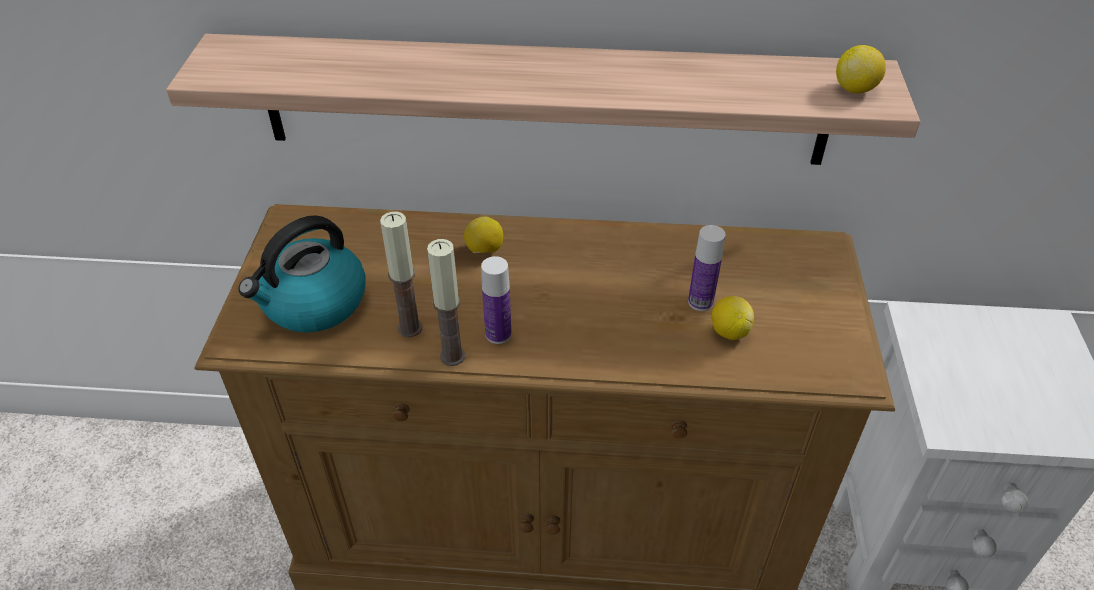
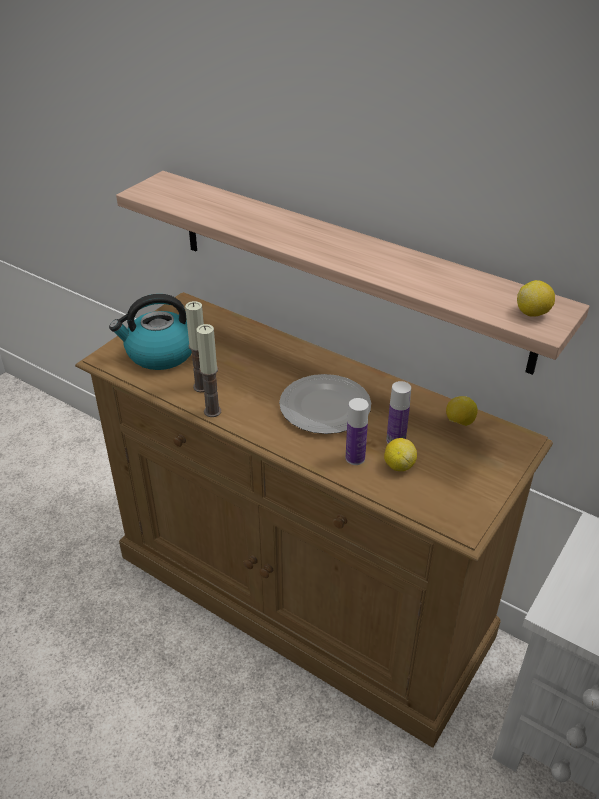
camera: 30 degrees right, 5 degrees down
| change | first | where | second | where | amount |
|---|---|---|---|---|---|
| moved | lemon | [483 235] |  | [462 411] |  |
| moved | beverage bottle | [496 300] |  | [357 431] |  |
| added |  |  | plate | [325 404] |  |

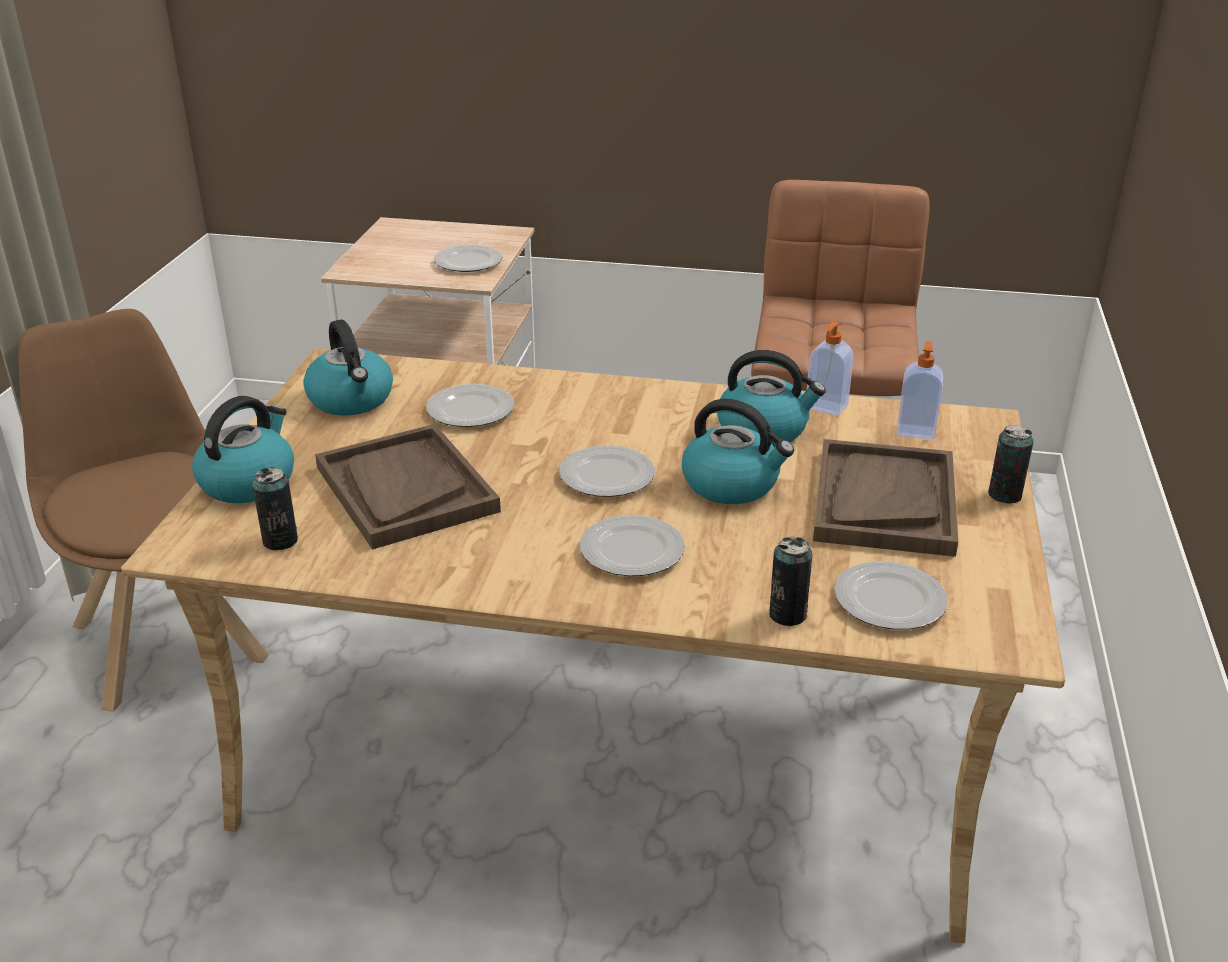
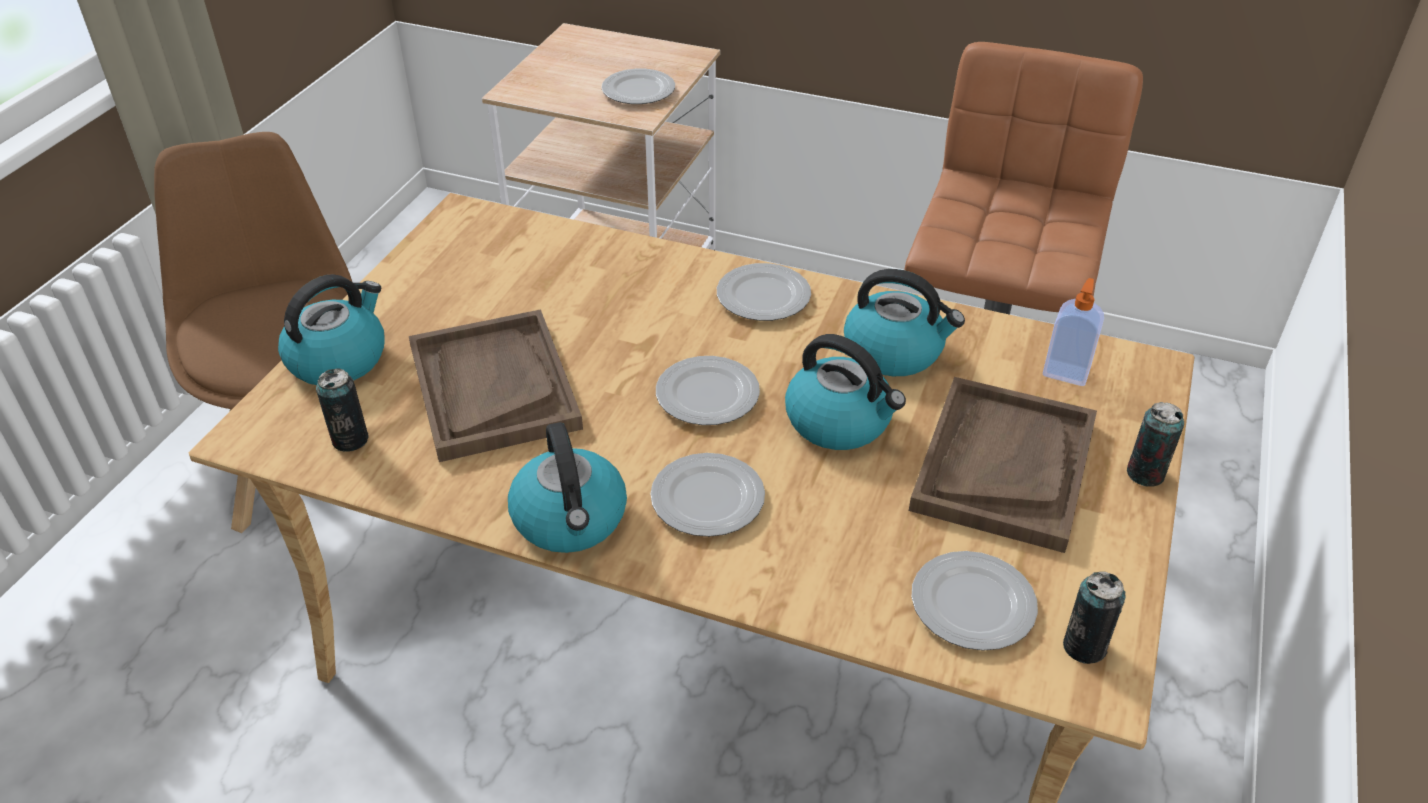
camera: 10 degrees right, 10 degrees up
| change | first | where | second | where | amount |
|---|---|---|---|---|---|
| moved | kettle | [348 368] |  | [567 487] |  |
| moved | plate | [470 405] |  | [764 292] |  |
| moved | can | [791 581] |  | [1094 618] |  |
| removed | soap bottle | [830 369] |  |  |  |

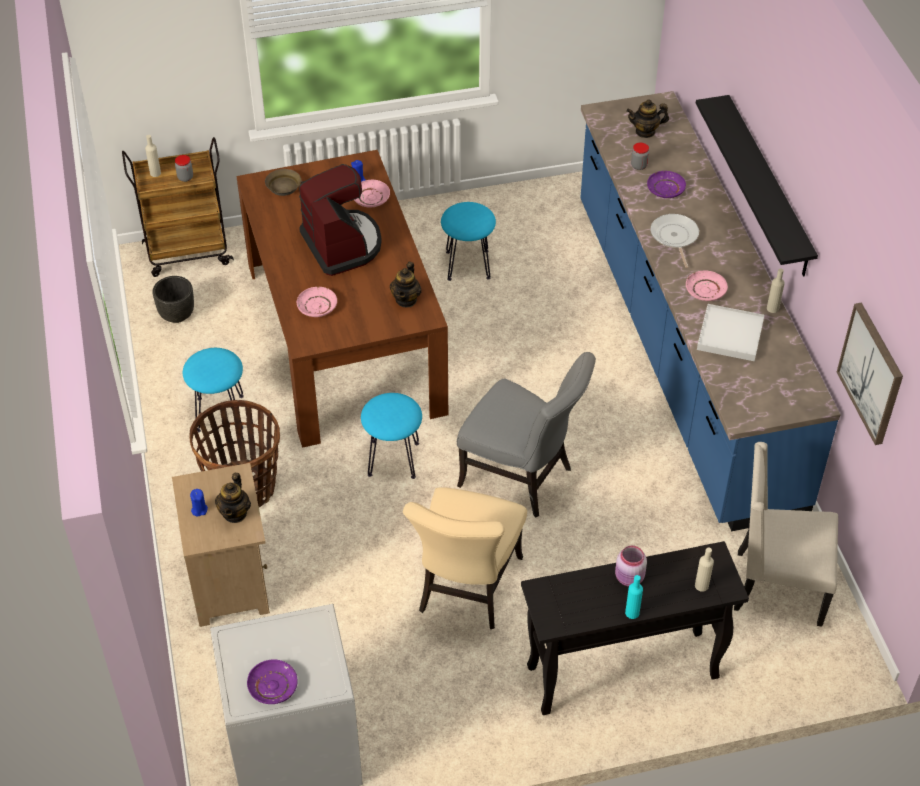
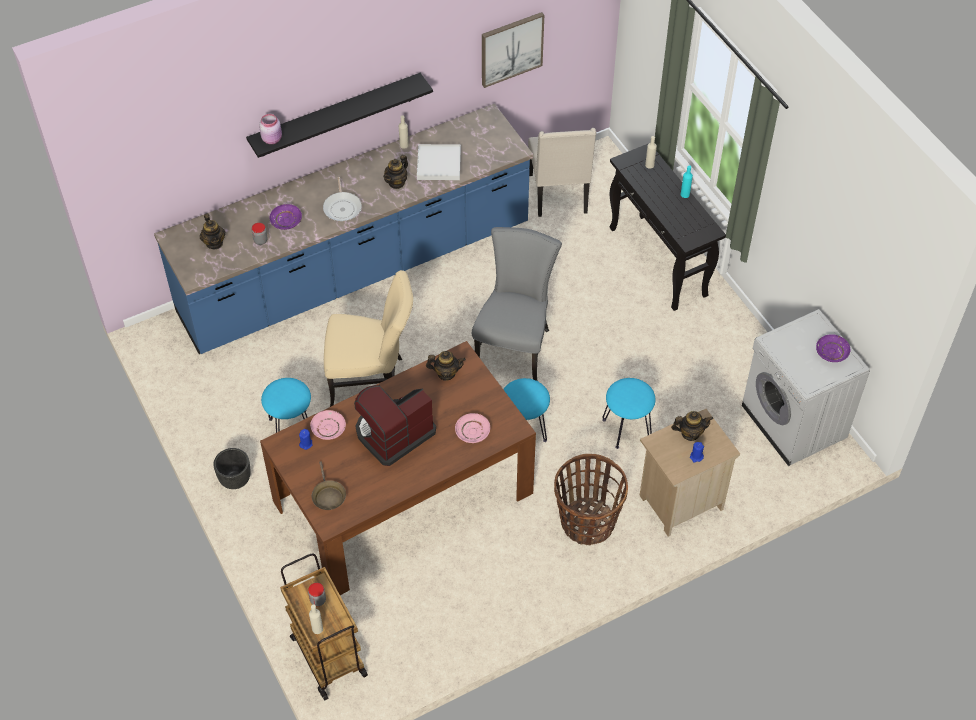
camera: 105 degrees left, 5 degrees up
| change | first | where | second | where | amount |
|---|---|---|---|---|---|
| moved | black-coloured plant pot | [173 299] |  | [232 468] |  |
| moved | turquoise-coloured stool seat | [213 390] |  | [629 413] |  |
| moved | sand-coloured upright chair | [465 558] |  | [368 338] |  |
| moved | pink-coloured storage jar | [631 566] |  | [270 129] |  |
| turned | frying pan | [674 241] |  | [342 199] | 75 degrees counterclockwise |
| replaced | pink-coloured plate | [707 285] | teapot | [395 172] |  |

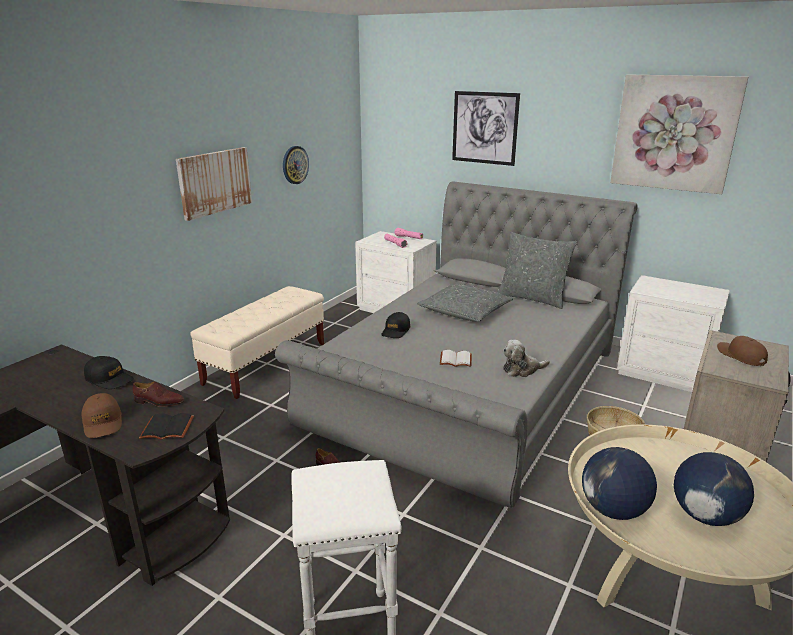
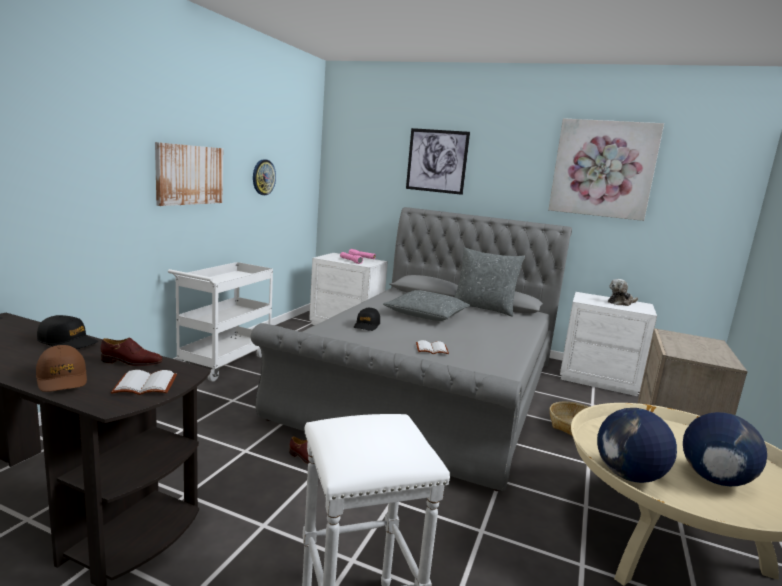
camera: 10 degrees left, 10 degrees down
| change | first | where | second | where | amount |
|---|---|---|---|---|---|
| recoloured | black-coloured book | [166 426] | whitish book | [144 382] |  |
| replaced | sand-coloured indoor bench | [257 342] | whitish cart | [220 322] |  |
| moved | plush toy | [526 358] |  | [623 292] |  |
| removed | brown baseball cap | [742 351] |  |  |  |

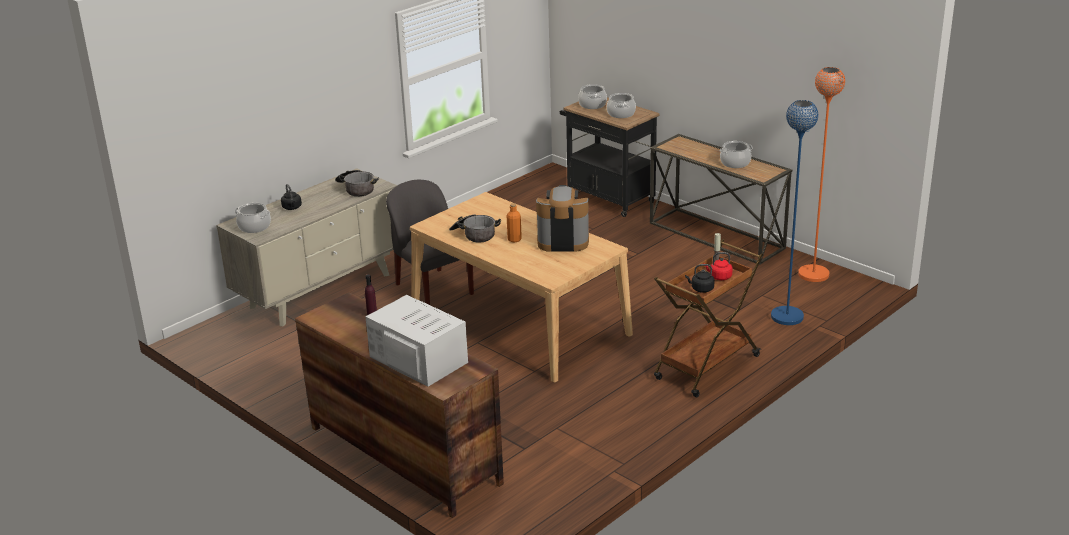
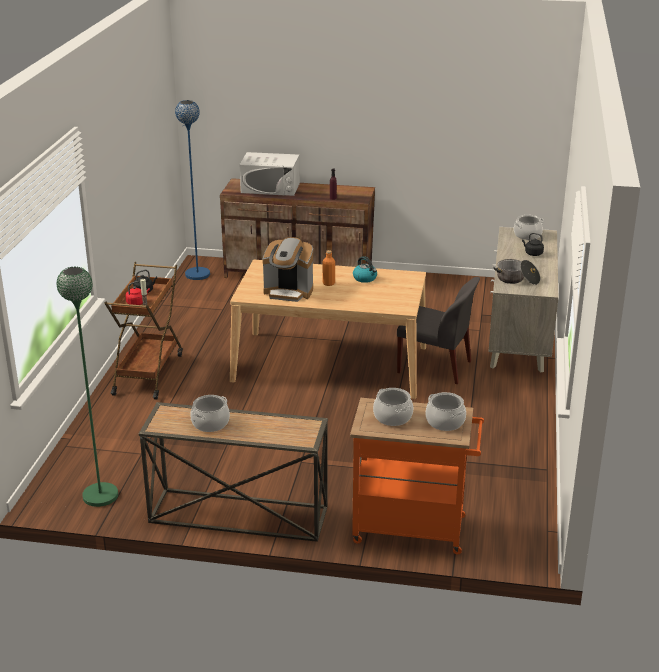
camera: 145 degrees right, 0 degrees up
| change | first | where | second | where | amount |
|---|---|---|---|---|---|
| replaced | cooking pot | [475 228] | kettle | [365 269] |  |
| turned | coffee maker | [562 218] |  | [287 269] | 45 degrees clockwise |
| recoloured | black-coloured cart | [610 157] | orangey cart | [417 476] |  |
| moved | bluish floor lamp | [794 212] |  | [192 190] |  |
| recoloured | orangey floor lamp | [821 174] | green floor lamp | [87 387] |  |

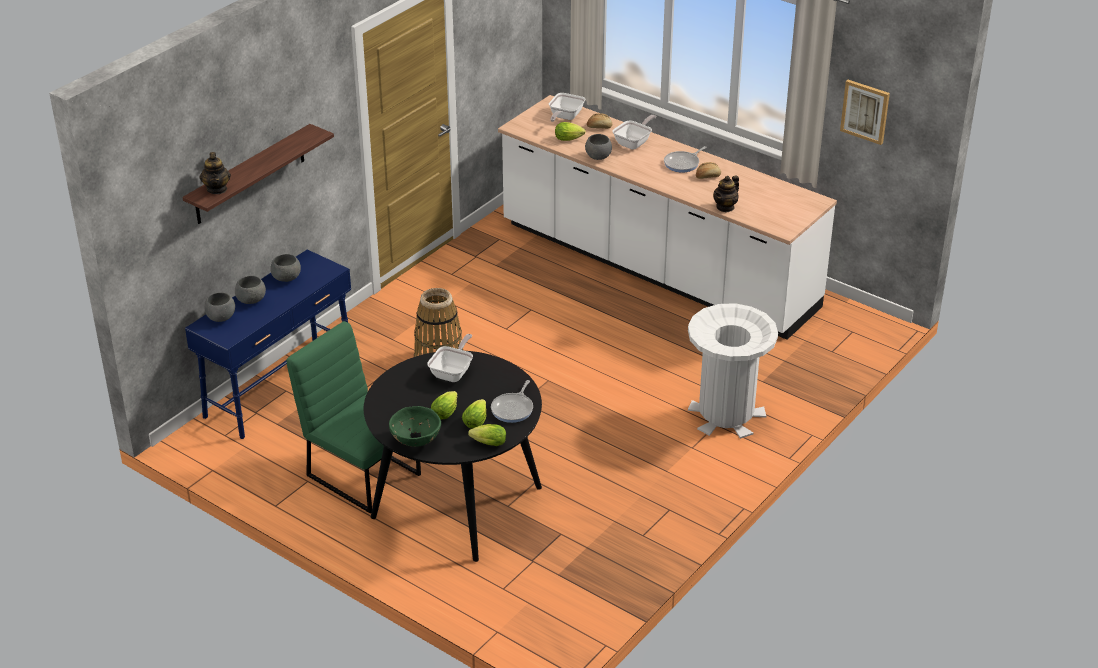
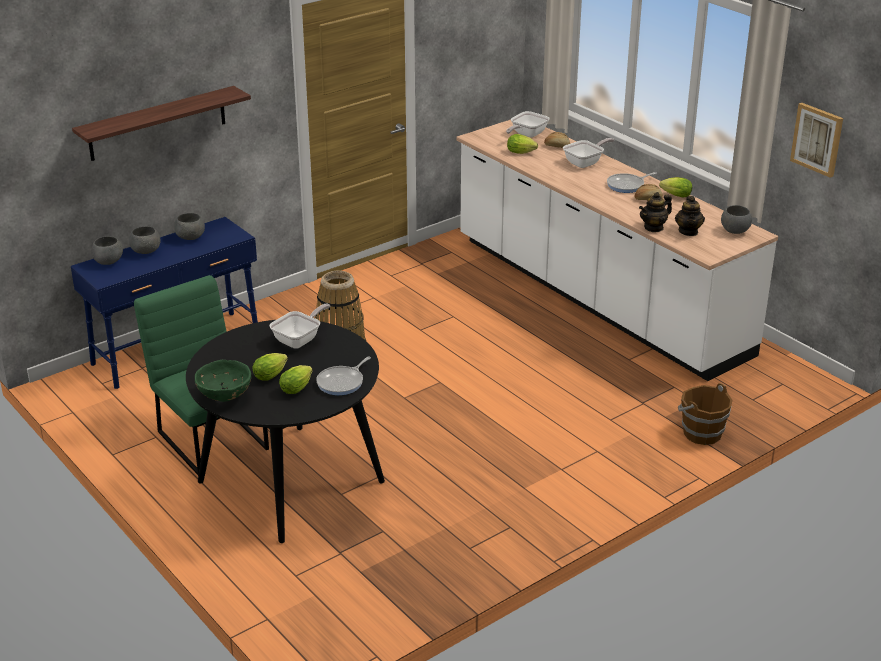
camera: 15 degrees right, 5 degrees down
| change | first | where | second | where | amount |
|---|---|---|---|---|---|
| moved | teapot | [215 173] |  | [690 216] |  |
| moved | head of lettuce | [487 435] |  | [675 187] |  |
| moved | gray serving bowl | [598 147] |  | [736 219] |  |
| removed | whitish trash can | [733 371] |  |  |  |
| added |  |  | brown water bucket | [705 414] |  |

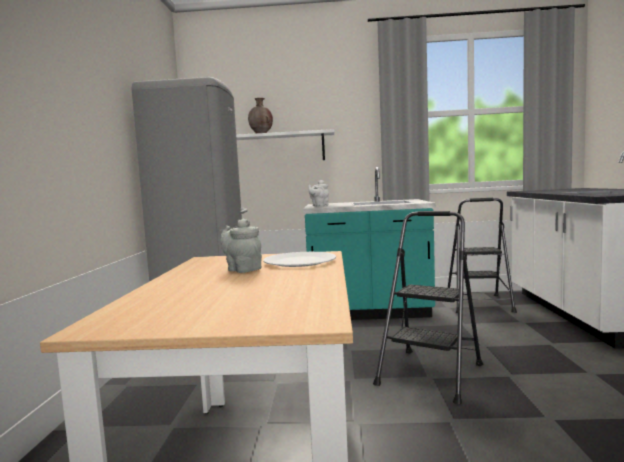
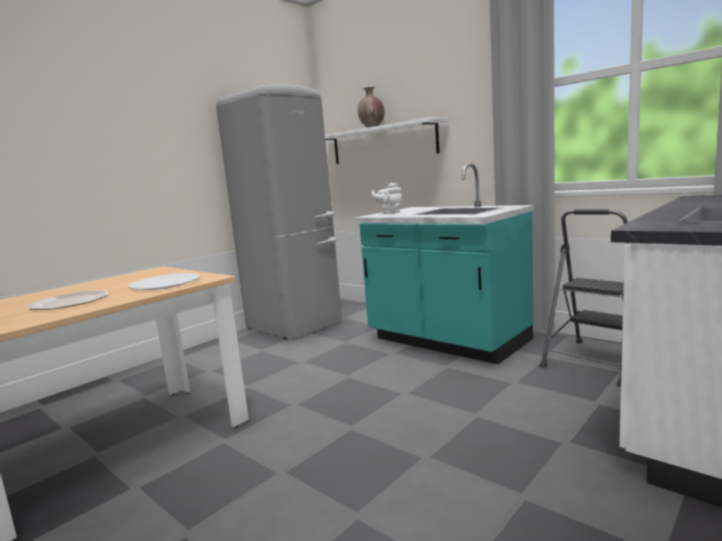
camera: 40 degrees right, 5 degrees up
| change | first | where | second | where | amount |
|---|---|---|---|---|---|
| removed | gray teapot | [241 246] |  |  |  |
| removed | black-coloured step stool | [428 307] |  |  |  |
| added |  |  | plate | [69 300] |  |

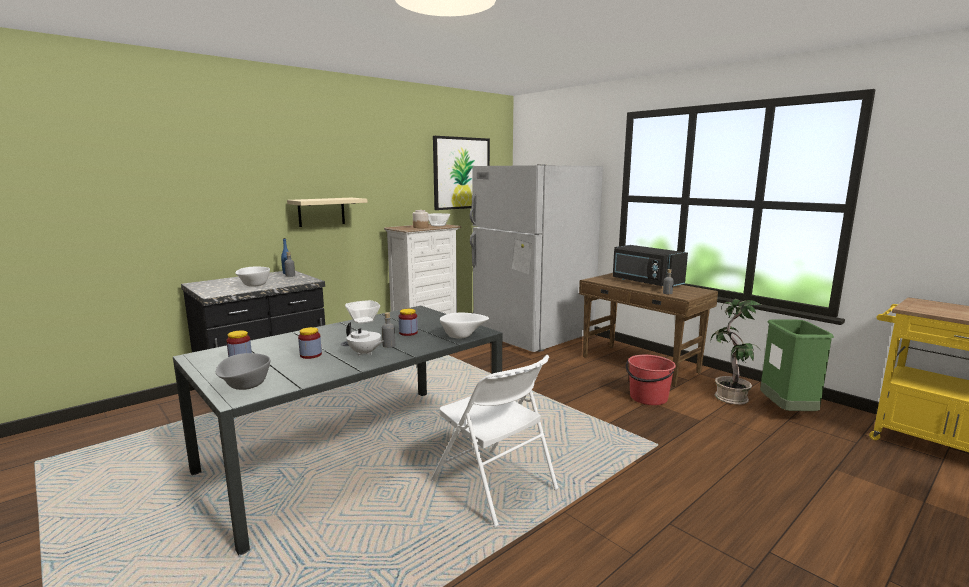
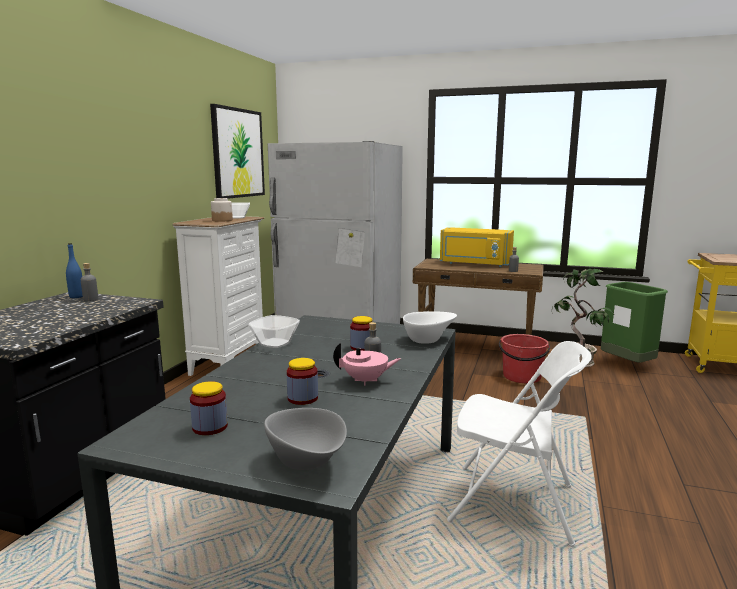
camera: 30 degrees left, 0 degrees up
| change | first | where | second | where | amount |
|---|---|---|---|---|---|
| removed | whitish serving bowl | [252 277] |  |  |  |
| removed | sand-coloured wall shelf | [327 212] |  |  |  |
| recoloured | whitish teapot | [365 339] | pink-coloured teapot | [367 364] |  |
| recoloured | black-coloured microwave | [650 265] | yellow-coloured microwave | [477 247] |  |

